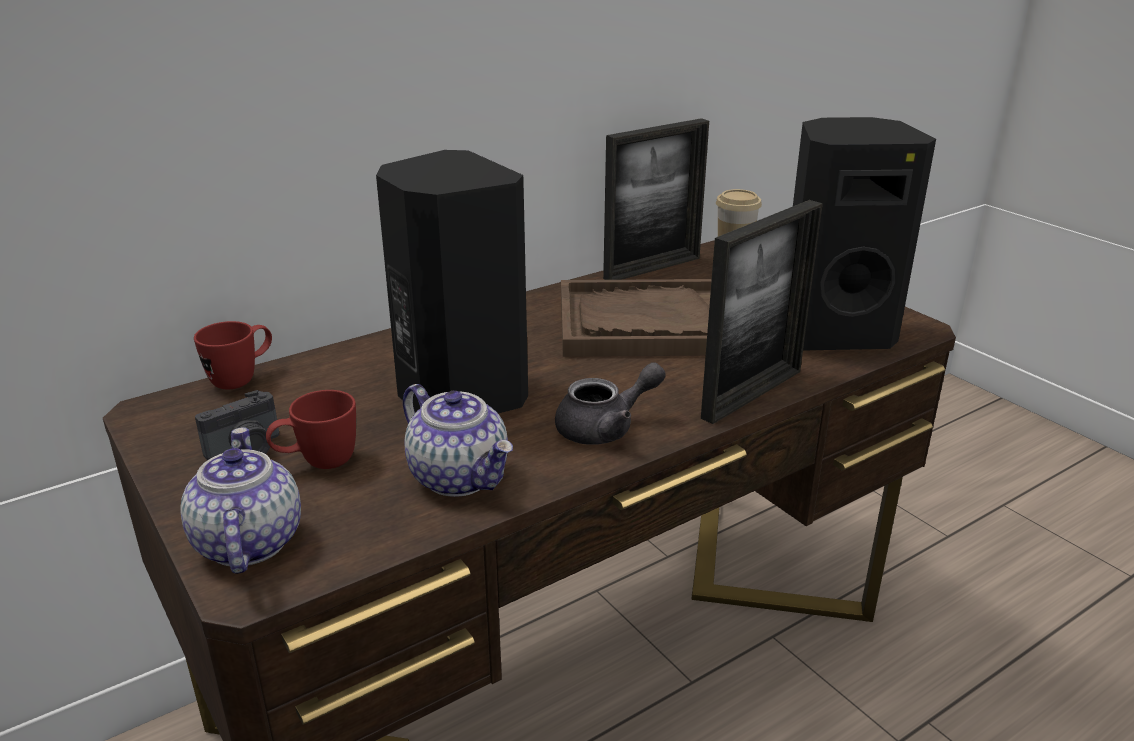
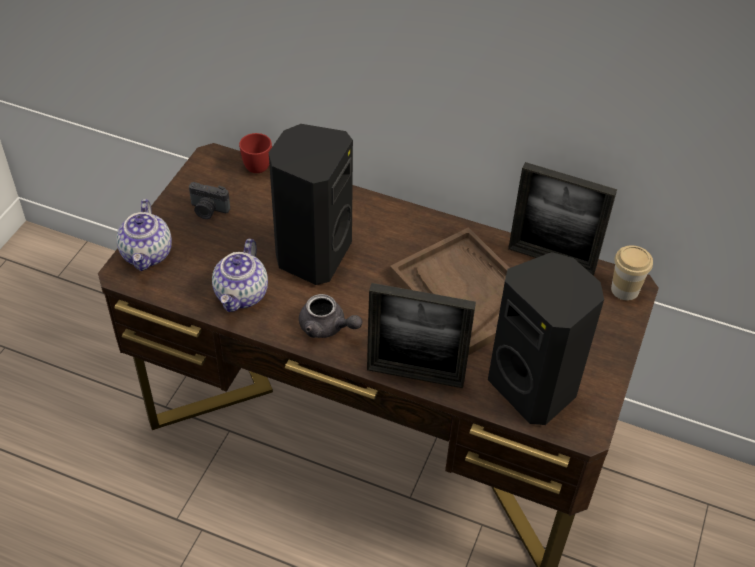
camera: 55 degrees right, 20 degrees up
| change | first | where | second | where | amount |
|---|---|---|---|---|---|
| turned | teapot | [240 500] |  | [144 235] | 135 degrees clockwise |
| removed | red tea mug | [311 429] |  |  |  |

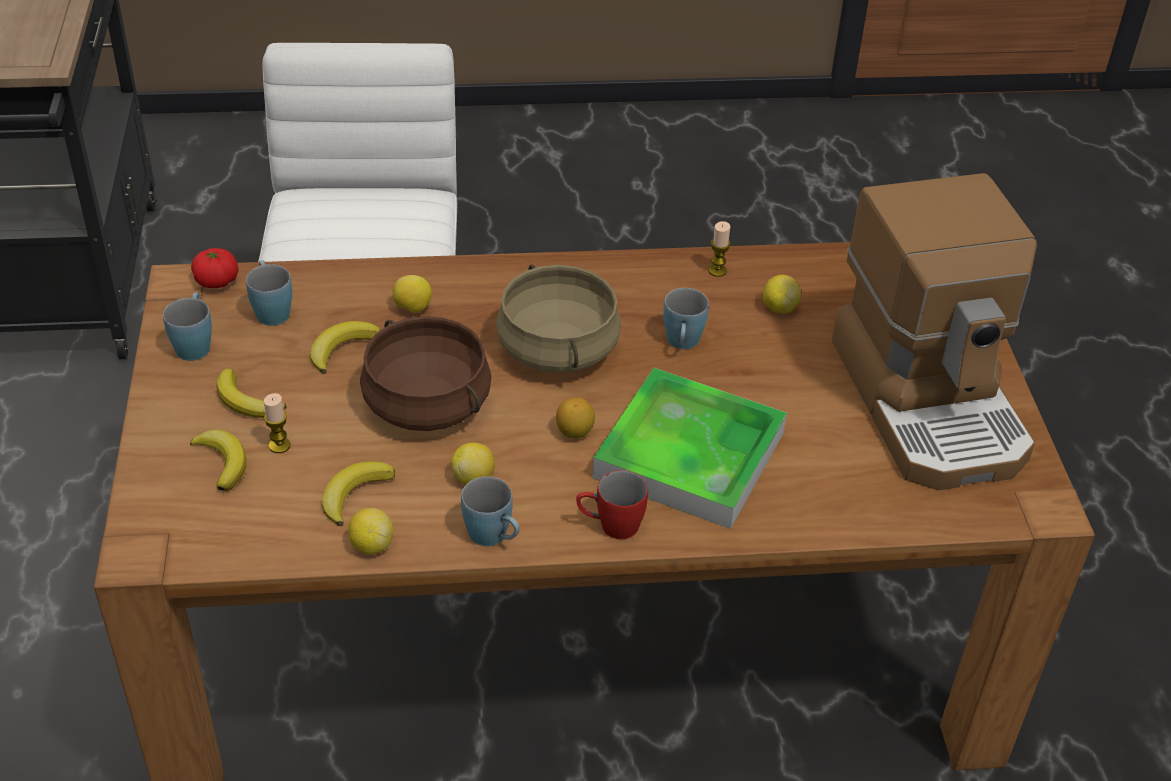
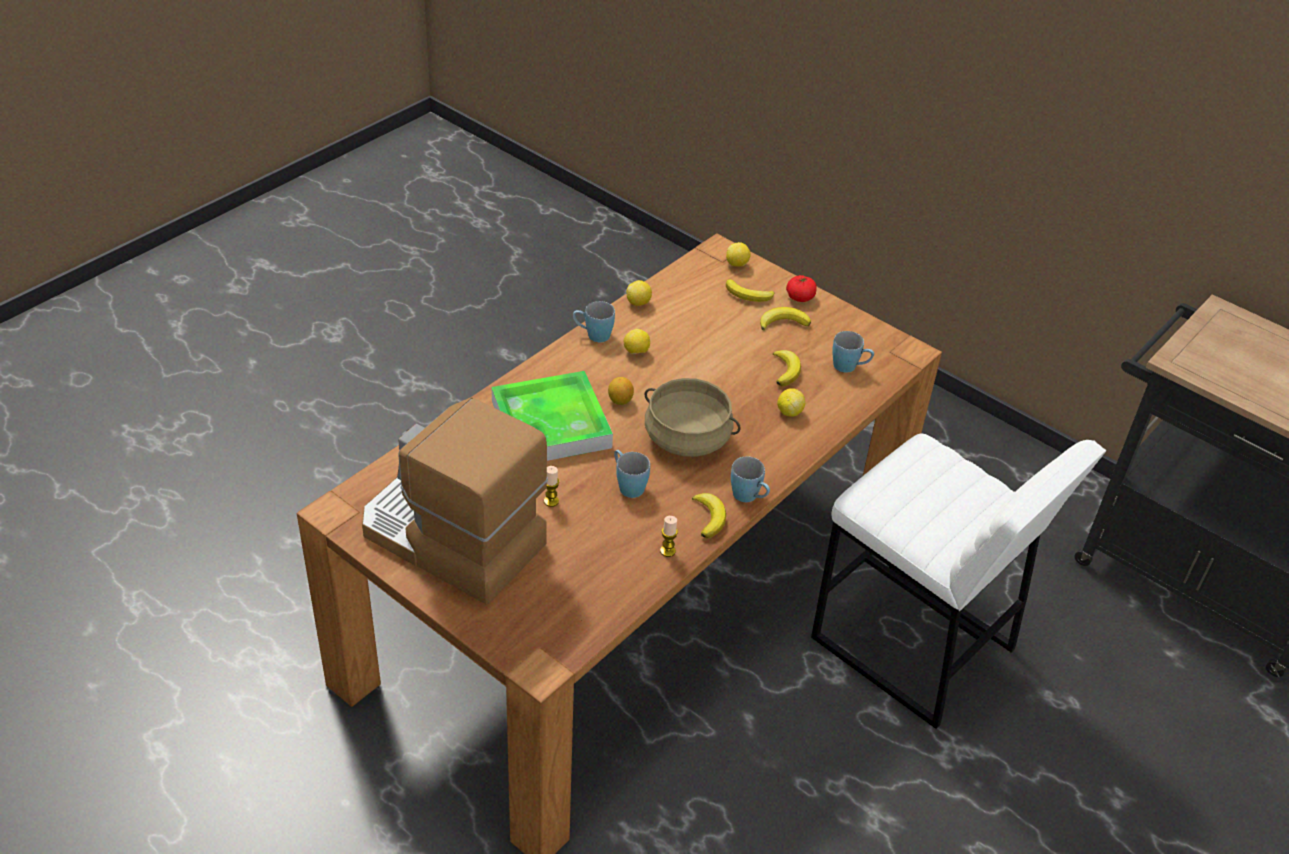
camera: 135 degrees right, 0 degrees up
| change | first | where | second | where | amount |
|---|---|---|---|---|---|
| moved | bluish tea mug | [187 326] |  | [750 479] |  |
| moved | fresh tomato | [214 268] |  | [801 288] |  |
| moved | candle | [277 423] |  | [551 486] |  |
| moved | whole banana | [358 493] |  | [709 516] |  |
| removed | brown cooking pot | [426 373] |  |  |  |
| removed | red tea mug | [612 504] |  |  |  |
| moved | lemon | [782 294] |  | [738 254] |  |

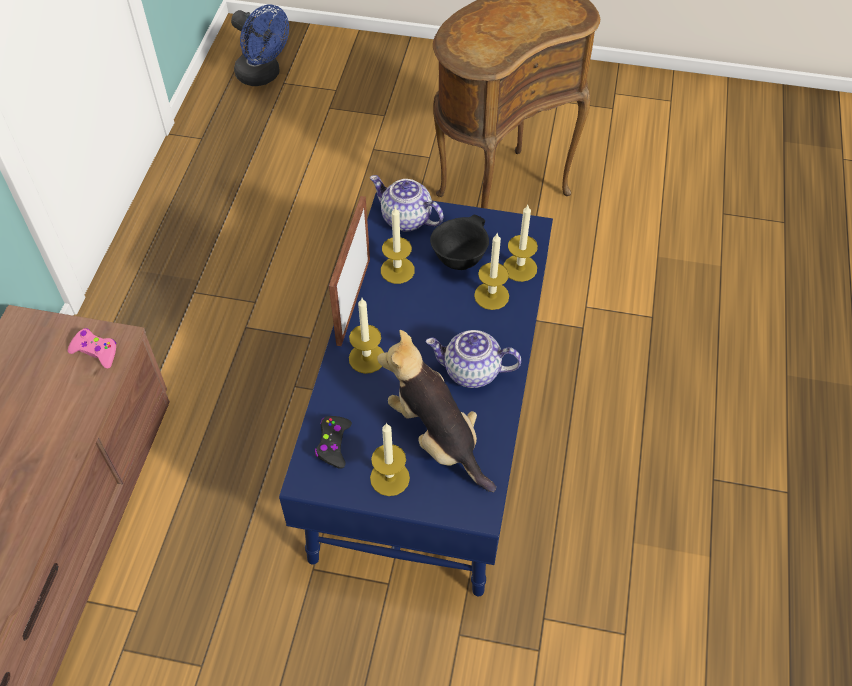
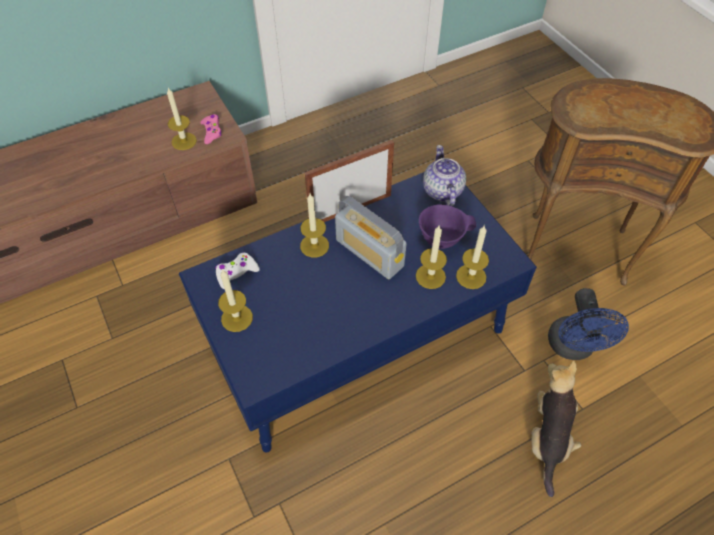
camera: 50 degrees right, 0 degrees up
| change | first | where | second | where | amount |
|---|---|---|---|---|---|
| moved | bluish fan | [260 45] |  | [588 324] |  |
| recoloured | black-coloured gamepad | [333 442] | whitish gamepad | [237 270] |  |
| moved | plush toy | [436 411] |  | [556 429] |  |
| moved | candle | [398 245] |  | [182 119] |  |
| removed | teapot | [473 359] |  |  |  |
| recoloured | black-coloured serving bowl | [459 242] | purplish serving bowl | [447 226] |  |
| added |  |  | radio | [371 237] |  |

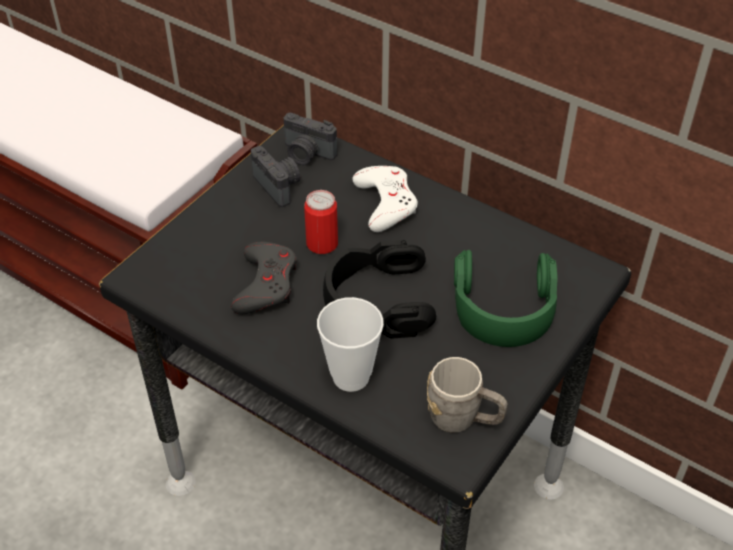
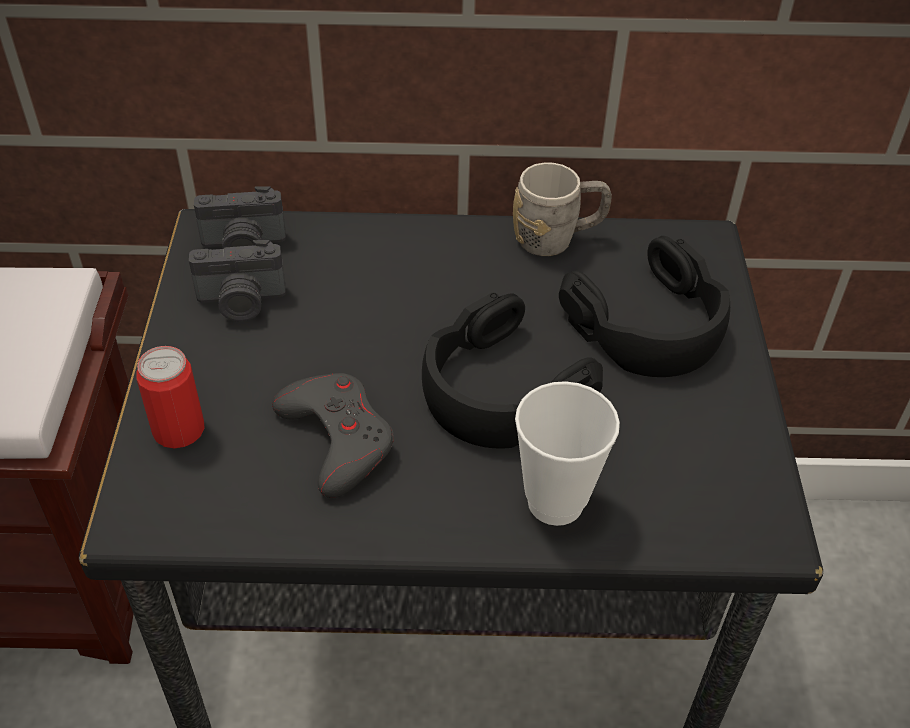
camera: 35 degrees left, 0 degrees up
| change | first | where | second | where | amount |
|---|---|---|---|---|---|
| turned | still camera | [275 176] |  | [237 281] | 150 degrees clockwise |
| moved | can | [321 222] |  | [171 397] |  |
| removed | whitish gamepad | [385 199] |  |  |  |
| moved | gray tea mug | [467 395] |  | [562 209] |  |
| recoloured | green headset | [505 298] | black-coloured headset | [644 306] |  |

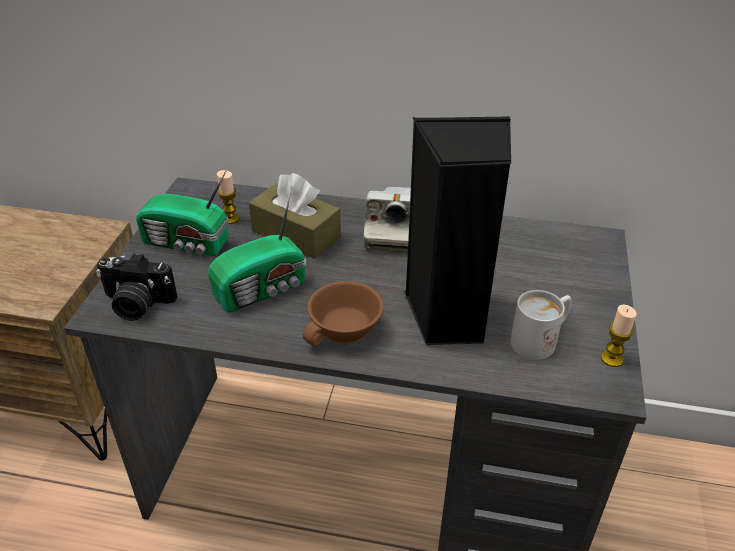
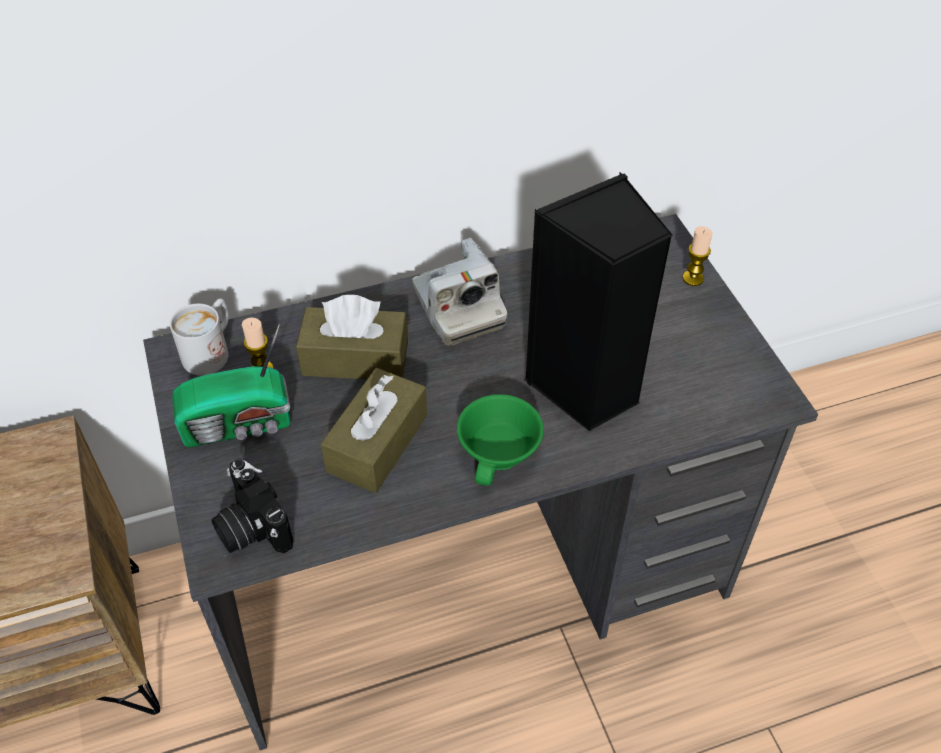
camera: 30 degrees left, 10 degrees up
| change | first | where | second | where | amount |
|---|---|---|---|---|---|
| turned | still camera | [137 287] |  | [252 505] | 75 degrees clockwise |
| replaced | radio | [257 252] | brown tissue box | [374 430] |  |
| recoloured | brown small cup | [343 313] | green small cup | [500 440] |  |
| moved | whitish tea mug | [541 325] |  | [199 336] |  |
| moved | candle | [619 336] |  | [697 256] |  |

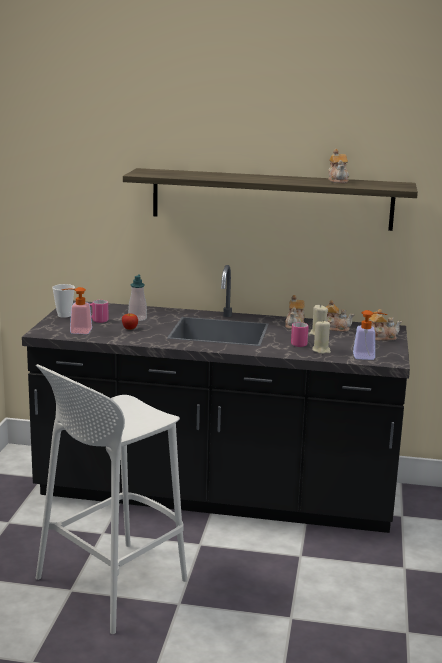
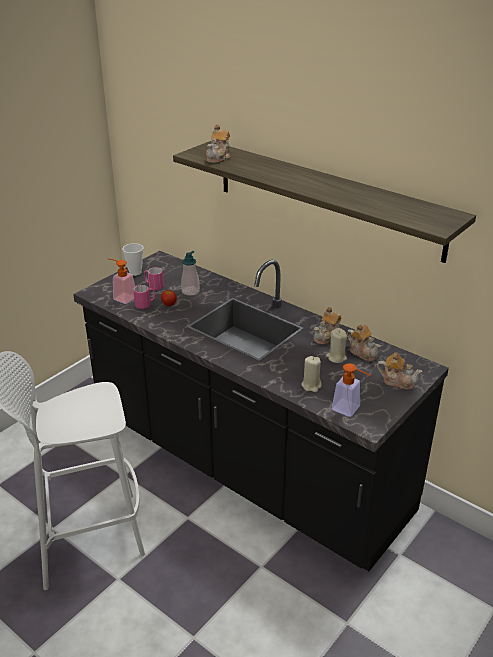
camera: 30 degrees right, 15 degrees up
| change | first | where | second | where | amount |
|---|---|---|---|---|---|
| moved | pink-coloured tea mug | [300 334] |  | [144 297] |  |
| moved | teapot | [339 166] |  | [218 143] |  |

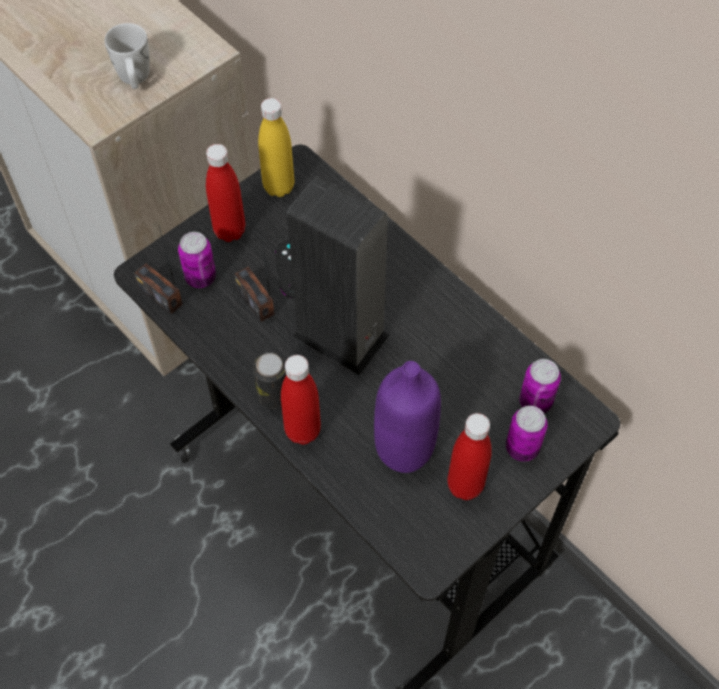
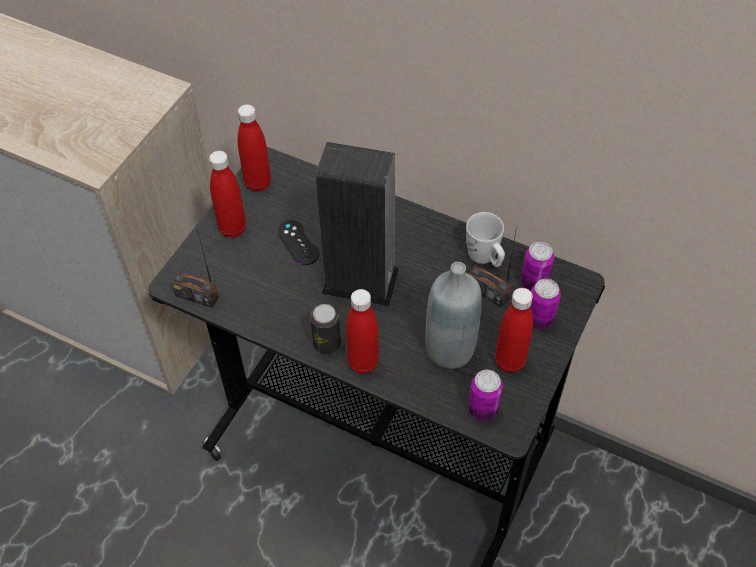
camera: 20 degrees left, 5 degrees down
| change | first | where | second | where | amount |
|---|---|---|---|---|---|
| moved | whitish tea mug | [127 56] |  | [485 239] |  |
| moved | can | [197 260] |  | [485 395] |  |
| moved | radio | [254 279] |  | [493 267] |  |
| recoloured | yellow-coloured beverage bottle | [276 147] | red beverage bottle | [254 148] |  |
| recoloured | purplish beverage bottle | [407 417] | gray beverage bottle | [453 315] |  |

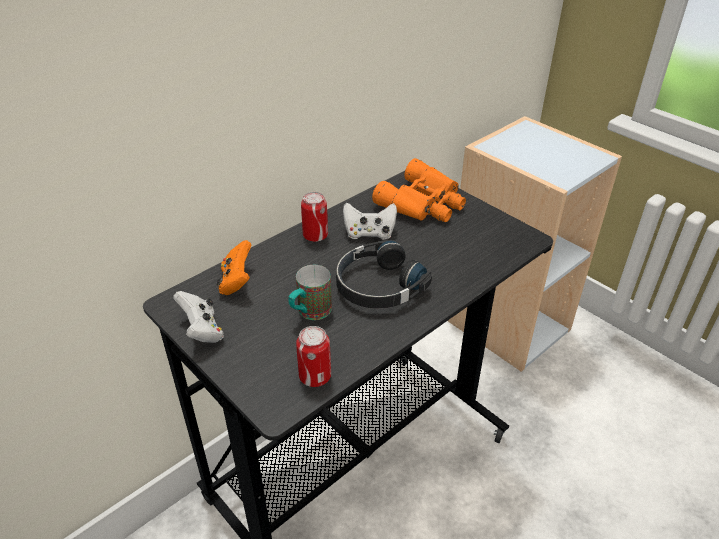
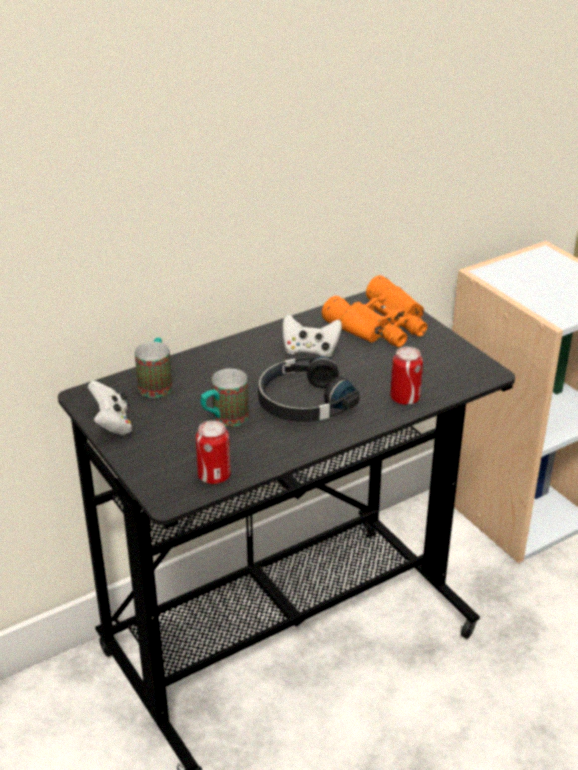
camera: 10 degrees right, 5 degrees down
| change | first | where | second | where | amount |
|---|---|---|---|---|---|
| replaced | orangey gamepad | [234 267] | tea mug | [153 368] |  |
| moved | can | [314 217] |  | [406 375] |  |

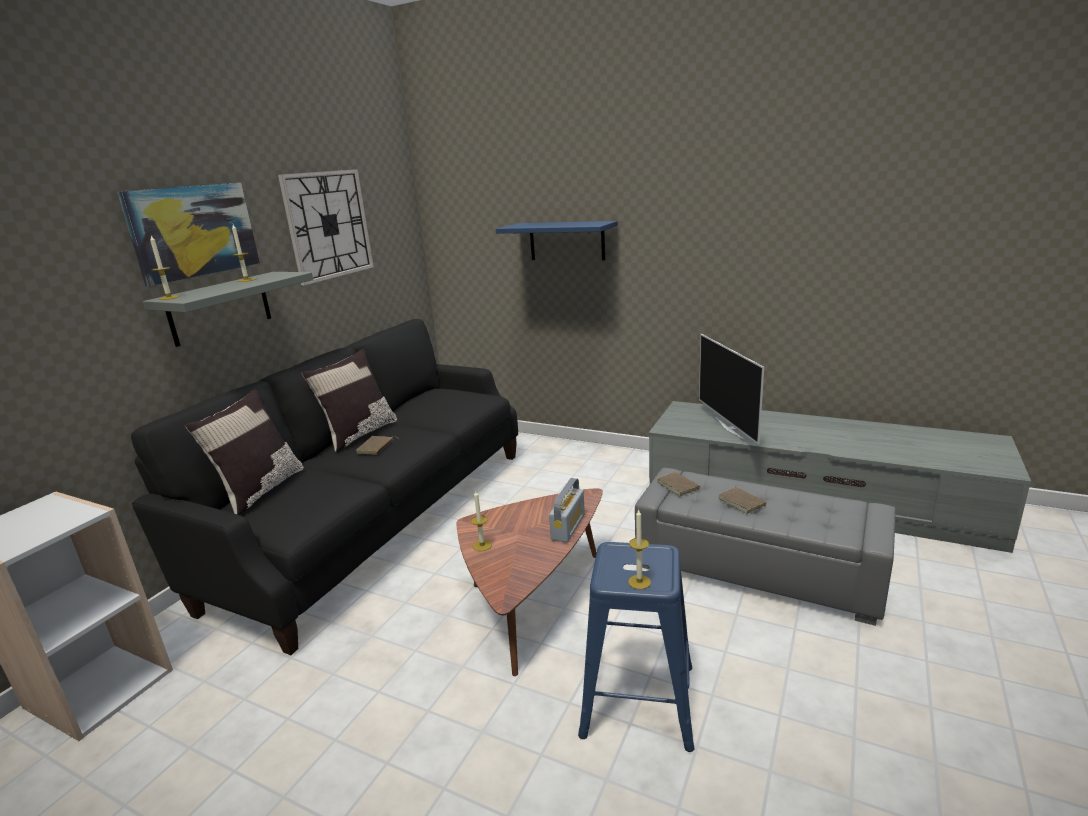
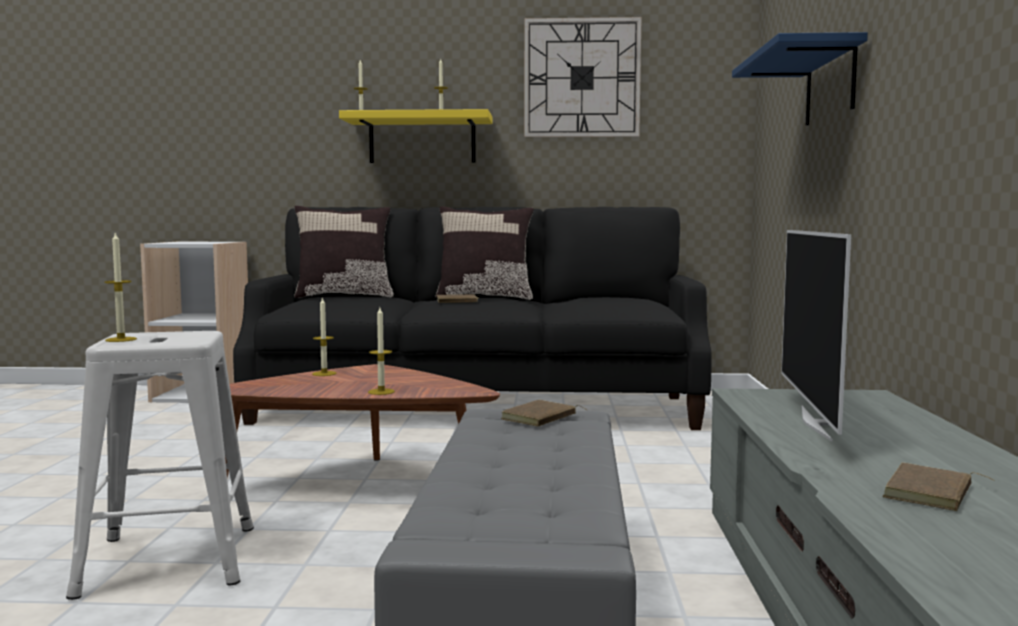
camera: 65 degrees right, 15 degrees down
| change | first | where | second | where | amount |
|---|---|---|---|---|---|
| removed | picture | [188 234] |  |  |  |
| recoloured | gray wall shelf | [228 309] | yellow-coloured wall shelf | [415 136] |  |
| replaced | radio | [567 510] | candle | [381 351] |  |
| recoloured | bluish stool seat | [636 647] | whitish stool seat | [160 465] |  |
| turned | television | [731 389] |  | [816 336] | 45 degrees counterclockwise |
| moved | brown book | [742 499] |  | [939 486] |  |

